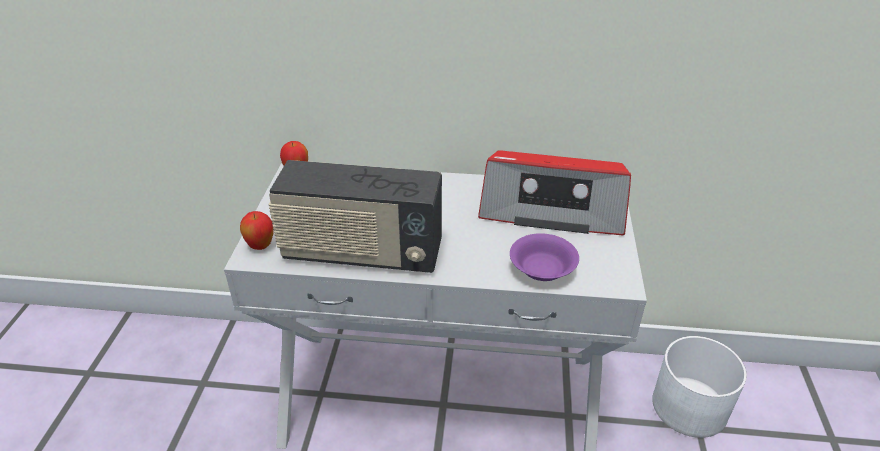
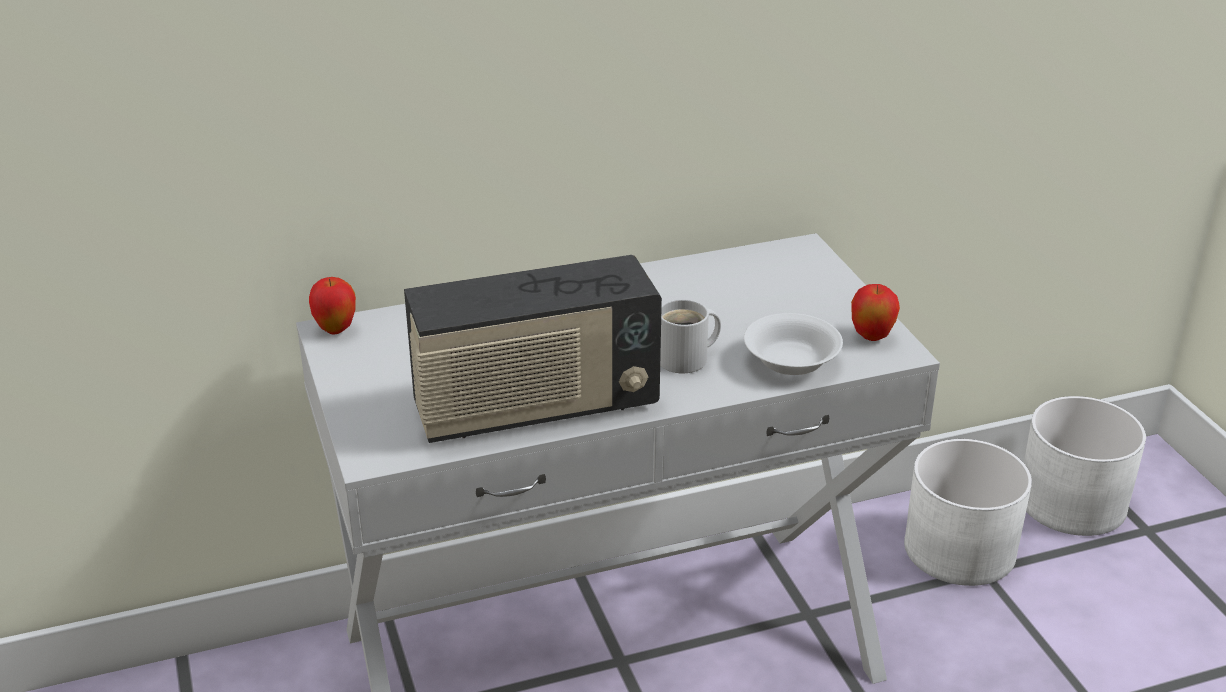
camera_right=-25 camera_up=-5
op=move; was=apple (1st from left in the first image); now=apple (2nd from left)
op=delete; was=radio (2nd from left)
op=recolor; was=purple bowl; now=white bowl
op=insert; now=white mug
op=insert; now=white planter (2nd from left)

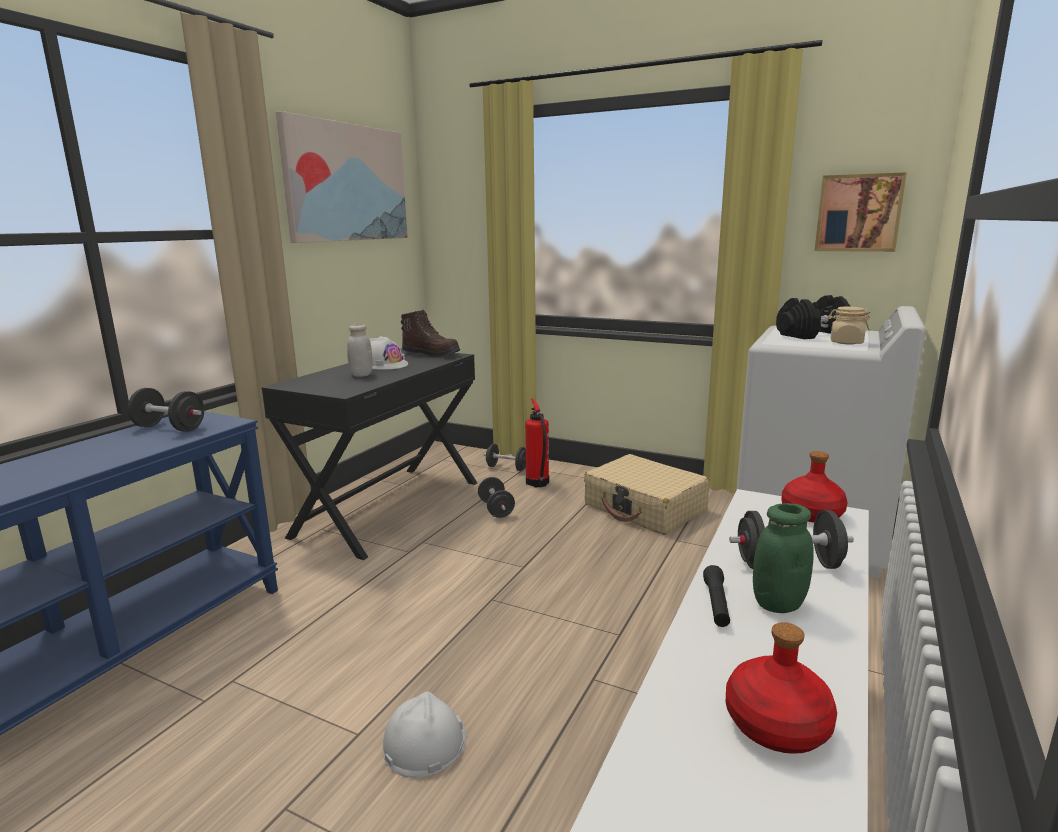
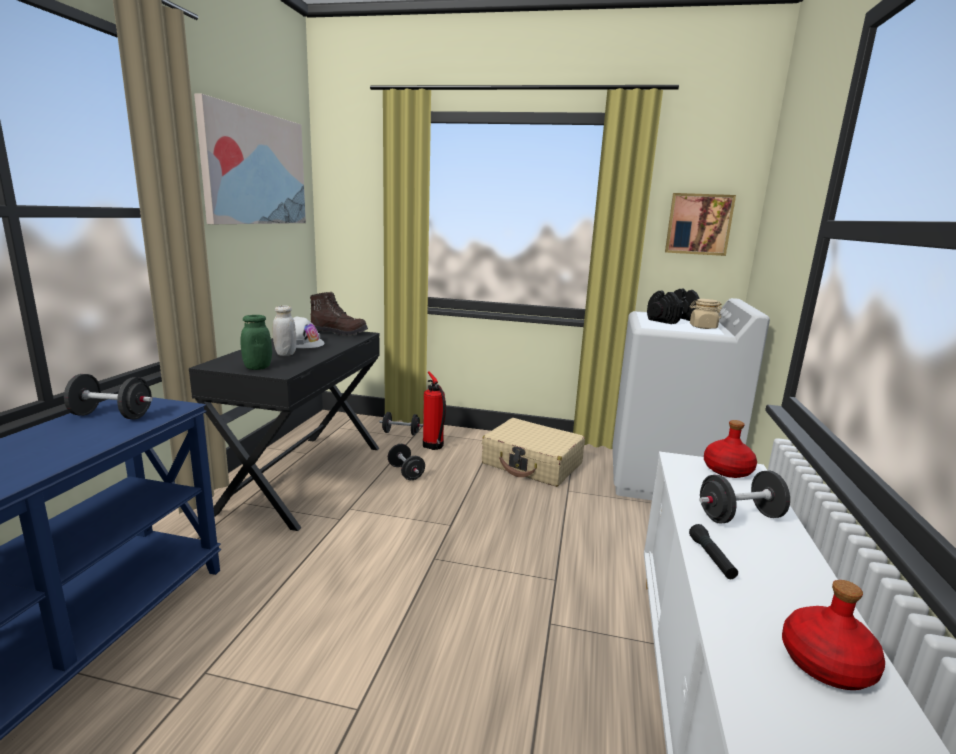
camera_right=-15 camera_up=0
op=delete; was=white hard hat (2nd from left)
op=move; was=green jar

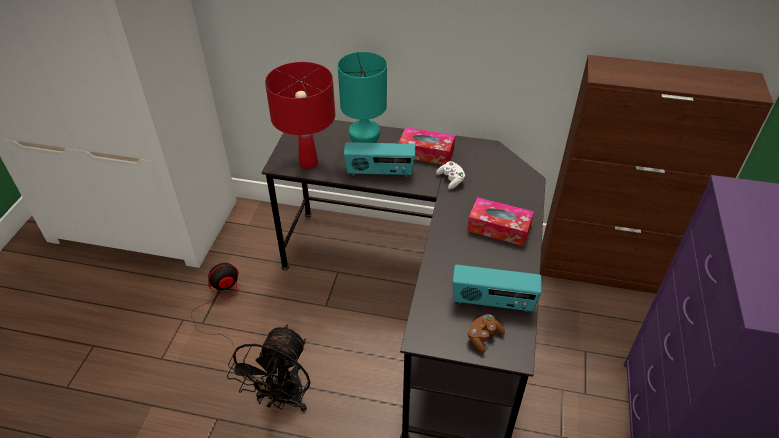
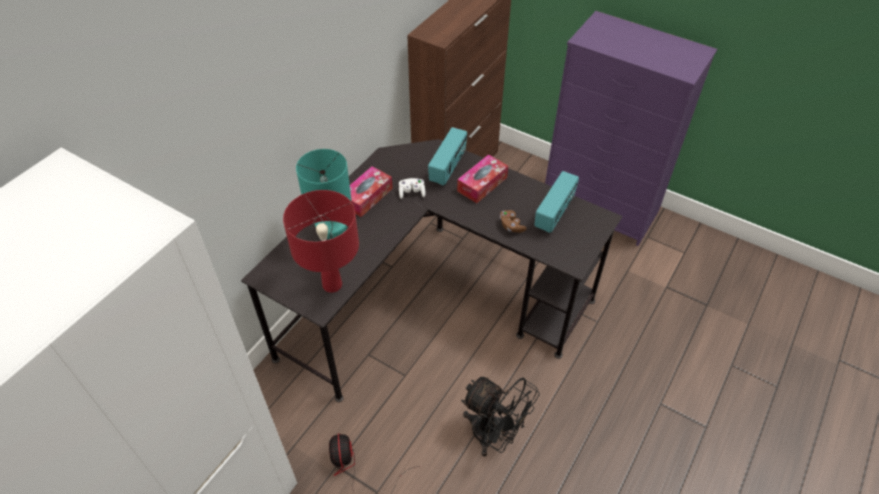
camera_right=-70 camera_up=5
op=move; was=radio (1st from left)
op=move; was=brown game controller

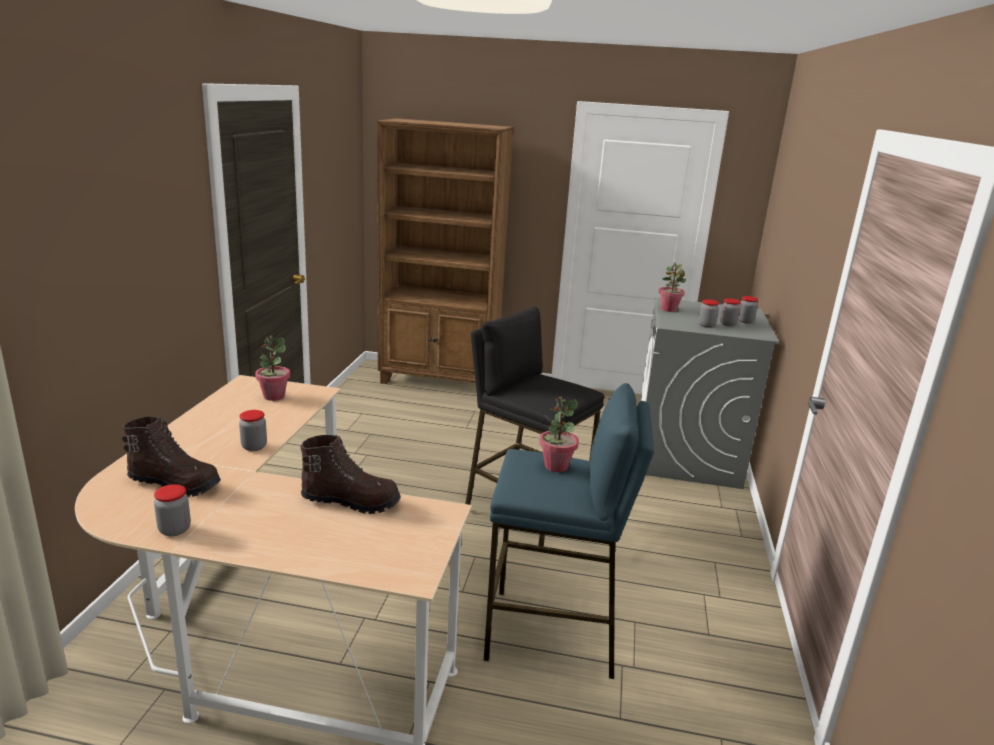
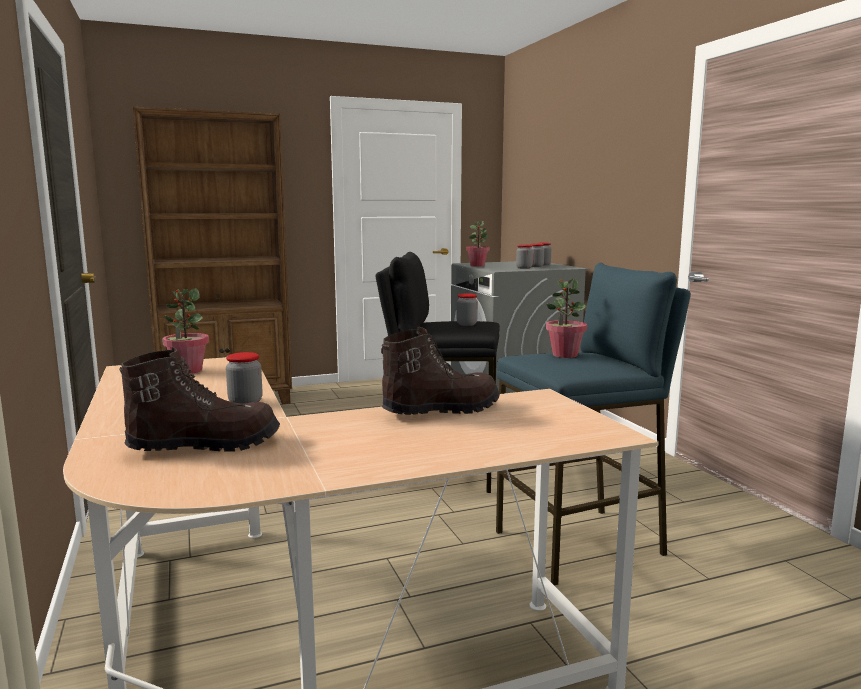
camera_right=-30 camera_up=-10
op=move; was=jar (1st from left in the first image); now=jar (2nd from left)

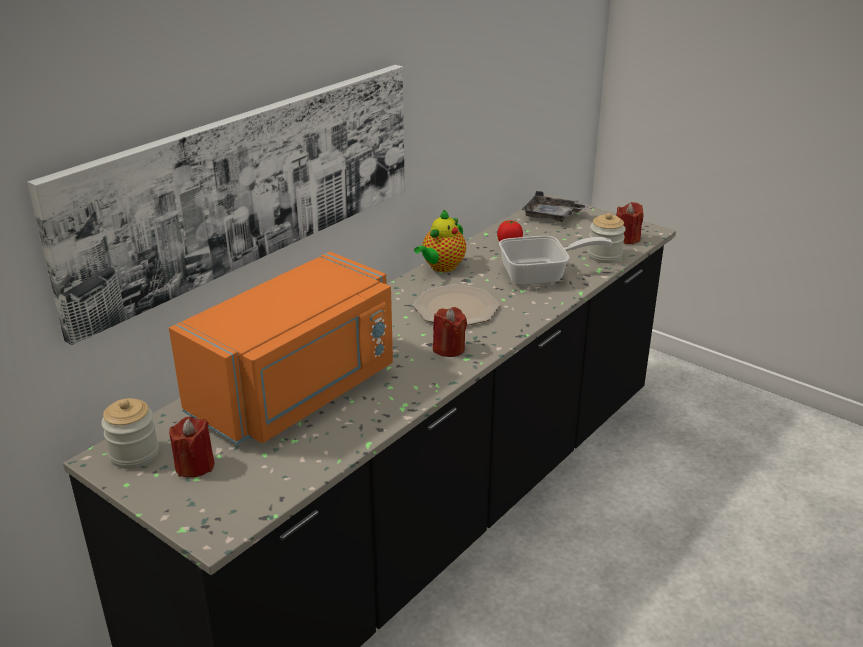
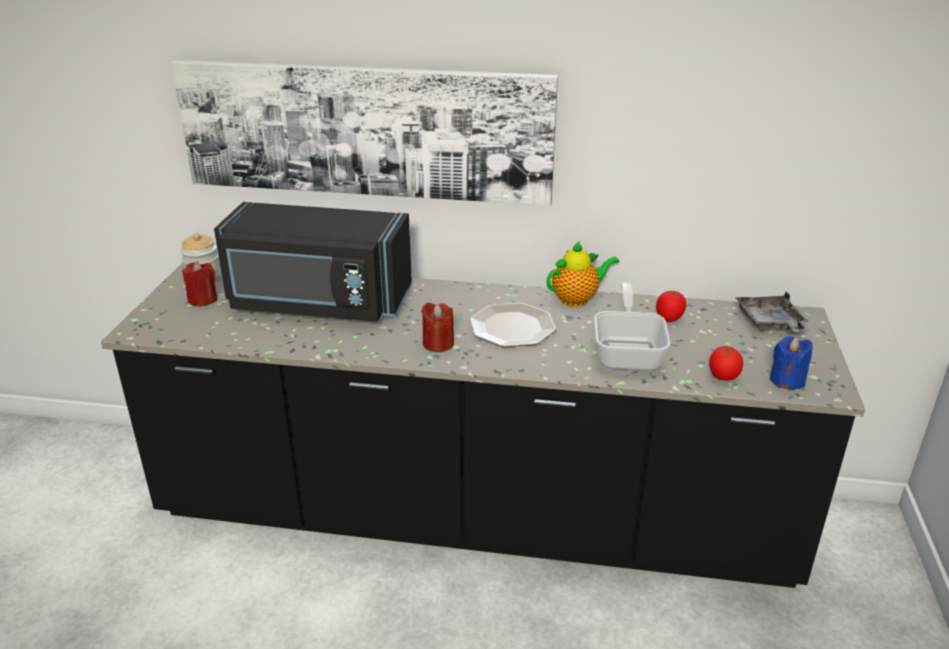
camera_right=60 camera_up=0
op=recolor; was=orange microwave; now=black microwave
op=rotate; was=teapot; clockwise=150
op=rotate; was=frying pan; clockwise=-135
op=replace; was=jar (2nd from left); now=tomato (2nd from left)
op=recolor; was=red candle (3rd from left); now=blue candle

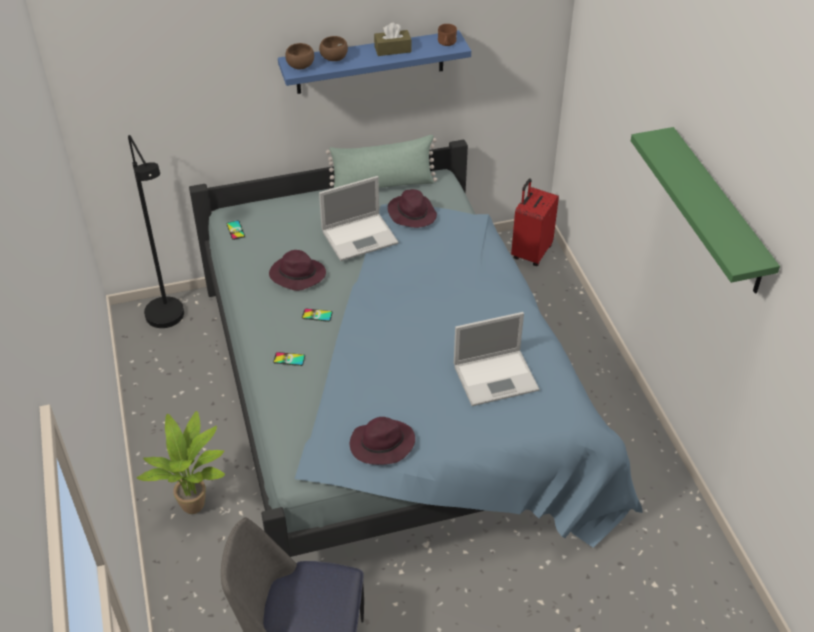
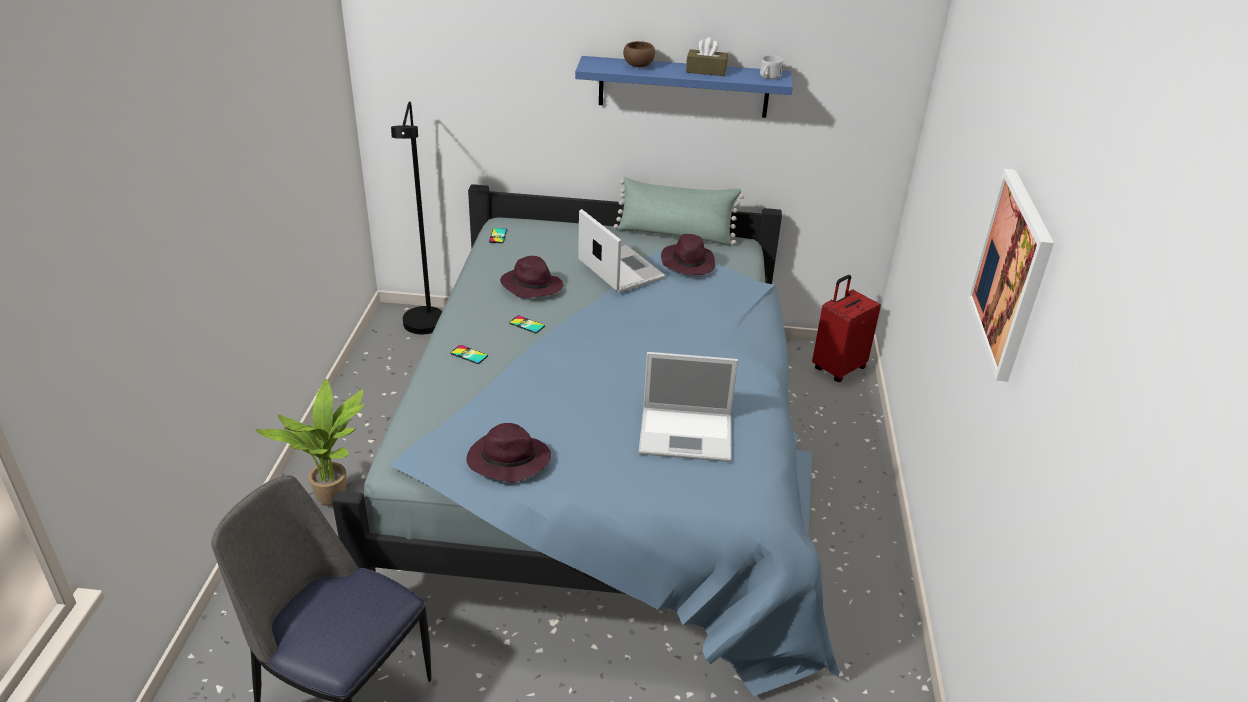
camera_right=20 camera_up=-10
op=delete; was=brown bowl (1st from left)
op=rotate; was=laptop (1st from left); clockwise=-120
op=recolor; was=brown mug; now=white mug
op=replace; was=green shelf; now=picture

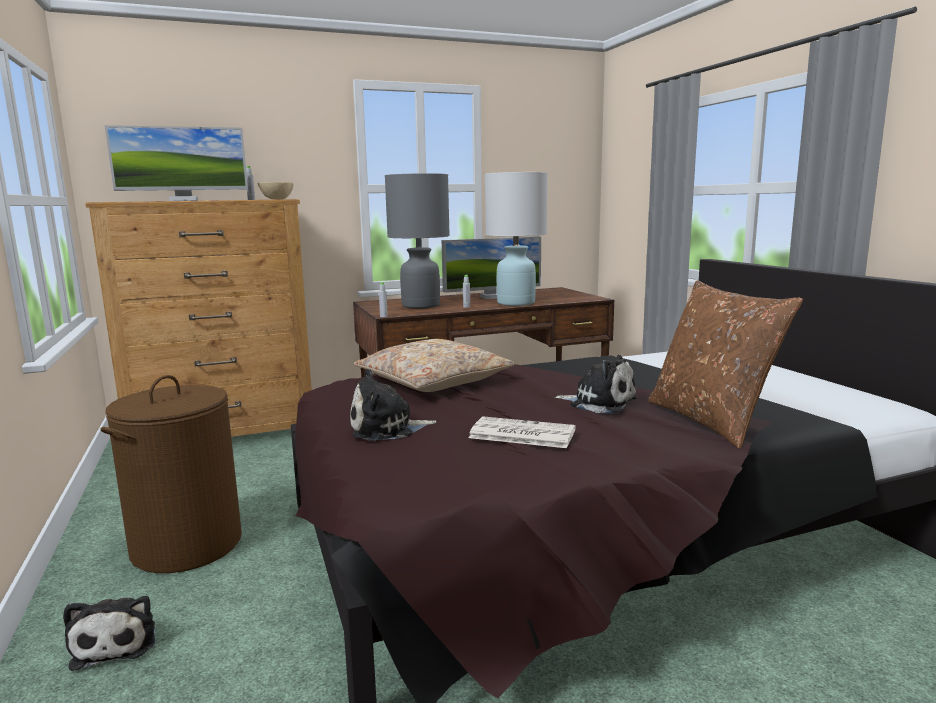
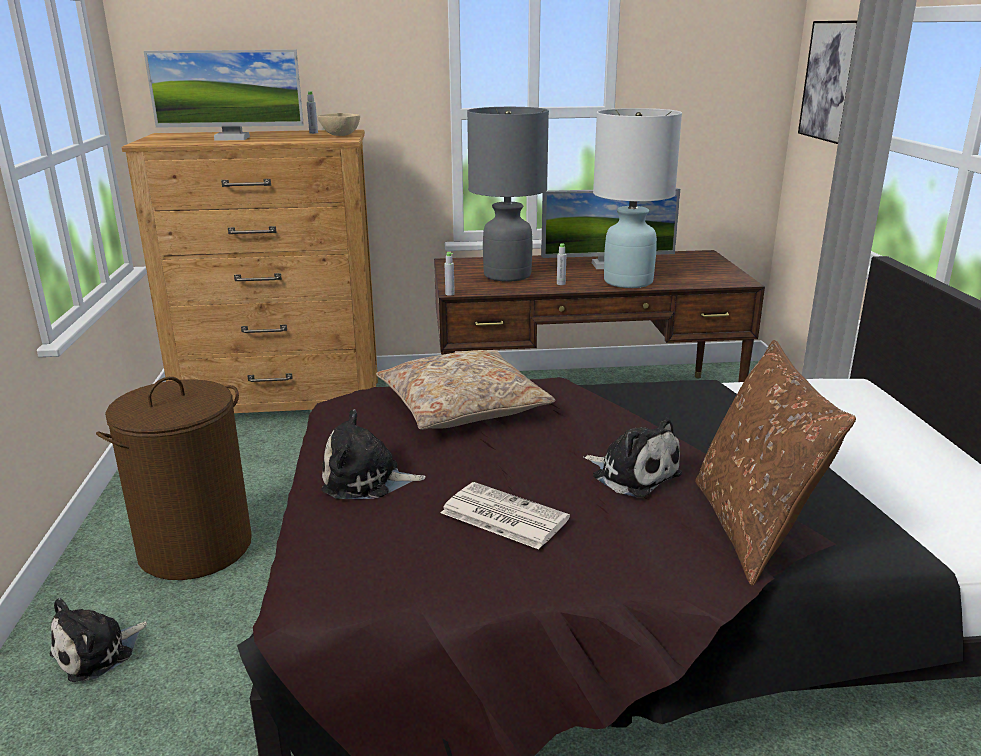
camera_right=15 camera_up=10
op=rotate; was=plush toy (1st from left); clockwise=45
op=insert; now=picture

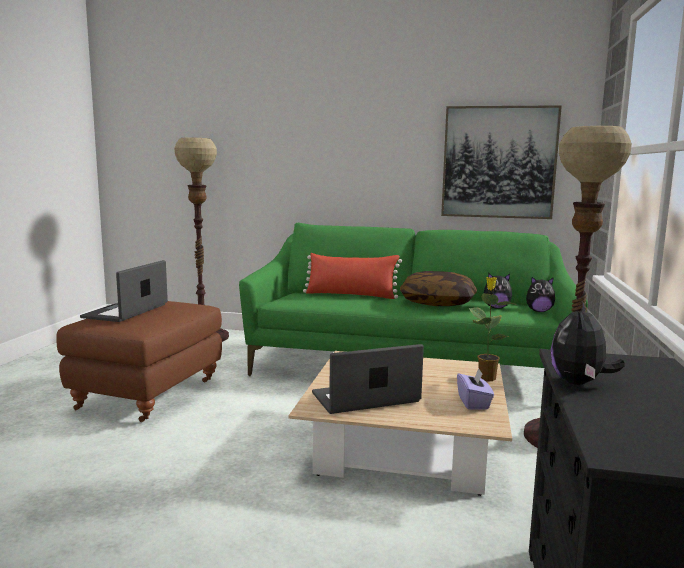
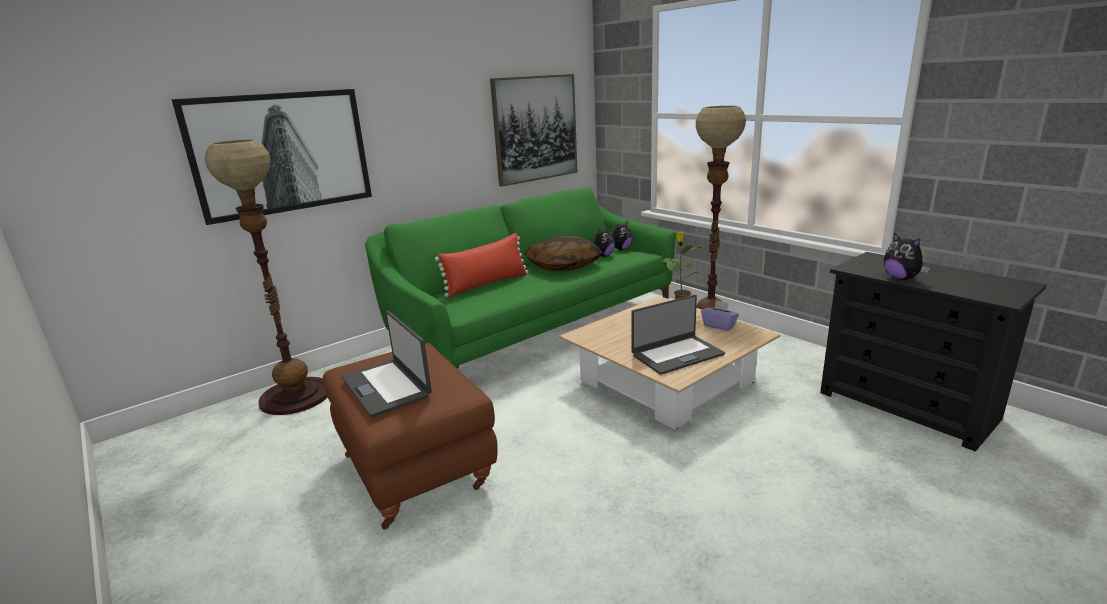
camera_right=-50 camera_up=10
op=rotate; was=laptop (2nd from left); clockwise=-135
op=insert; now=picture (1st from left)

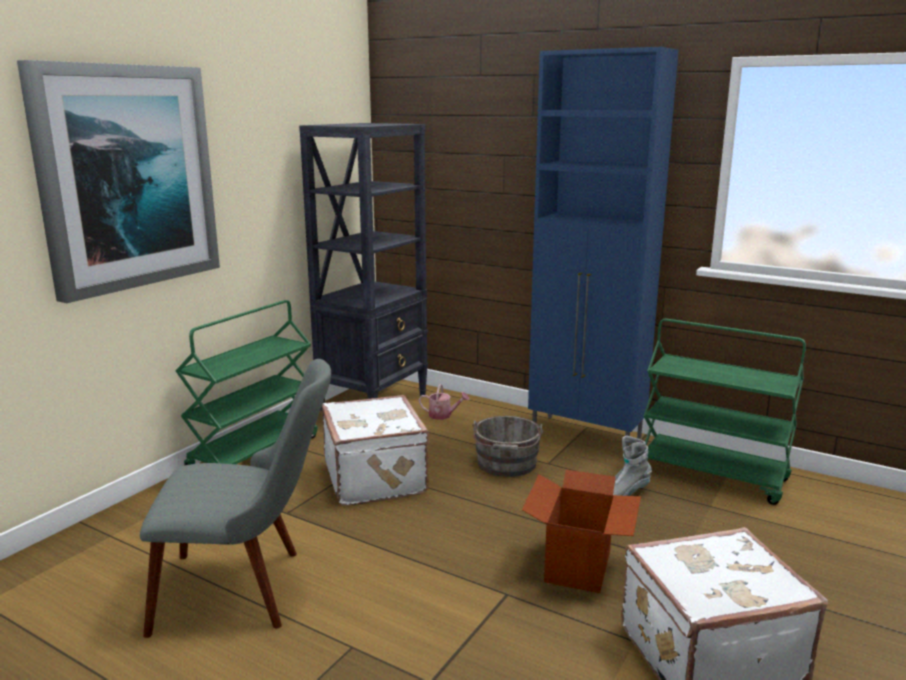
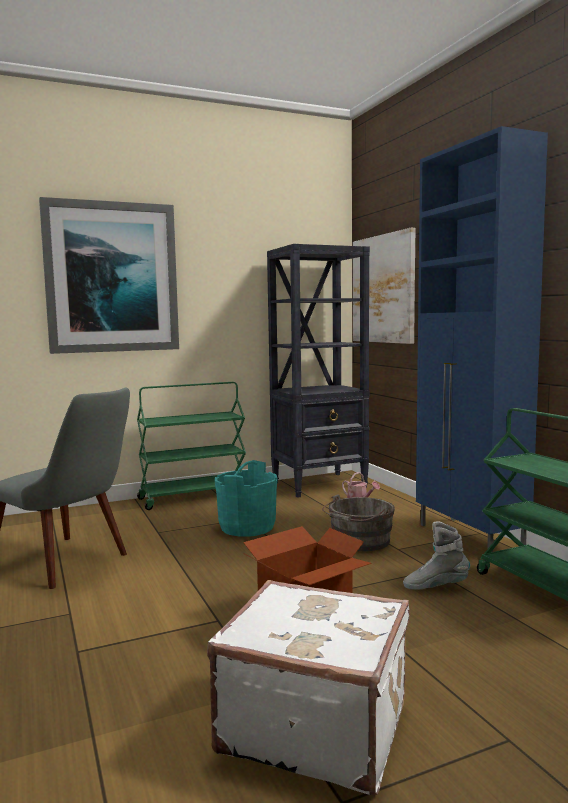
camera_right=35 camera_up=-10
op=replace; was=white suitcase (1st from left); now=turquoise bucket
op=insert; now=picture (2nd from left)

